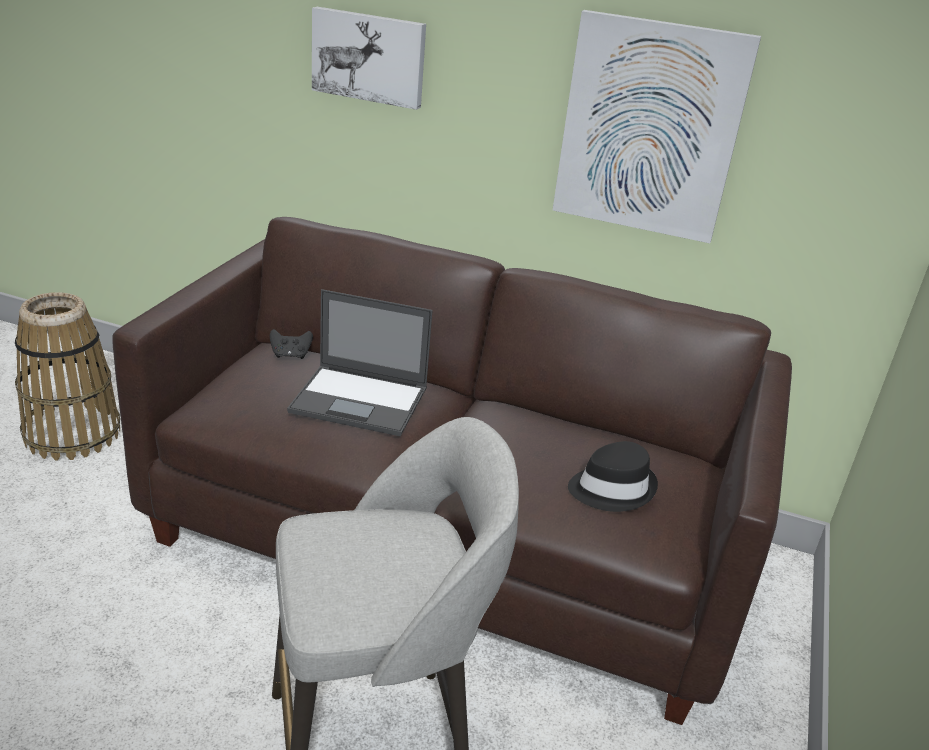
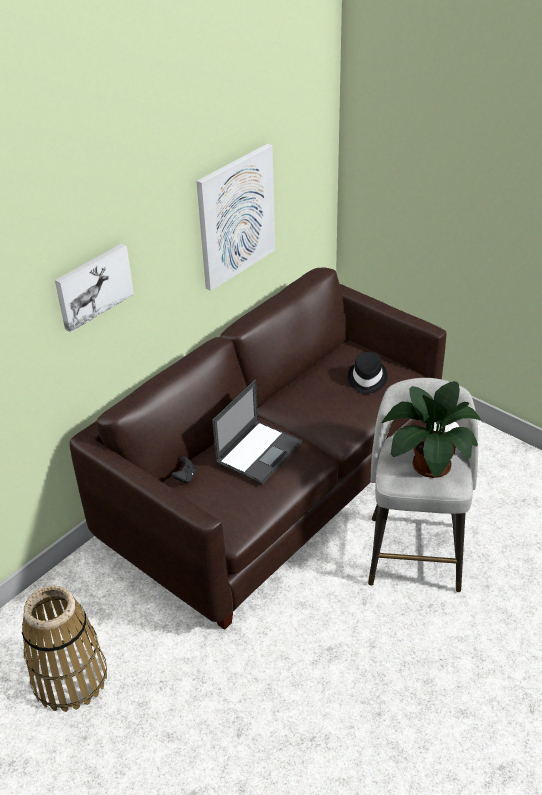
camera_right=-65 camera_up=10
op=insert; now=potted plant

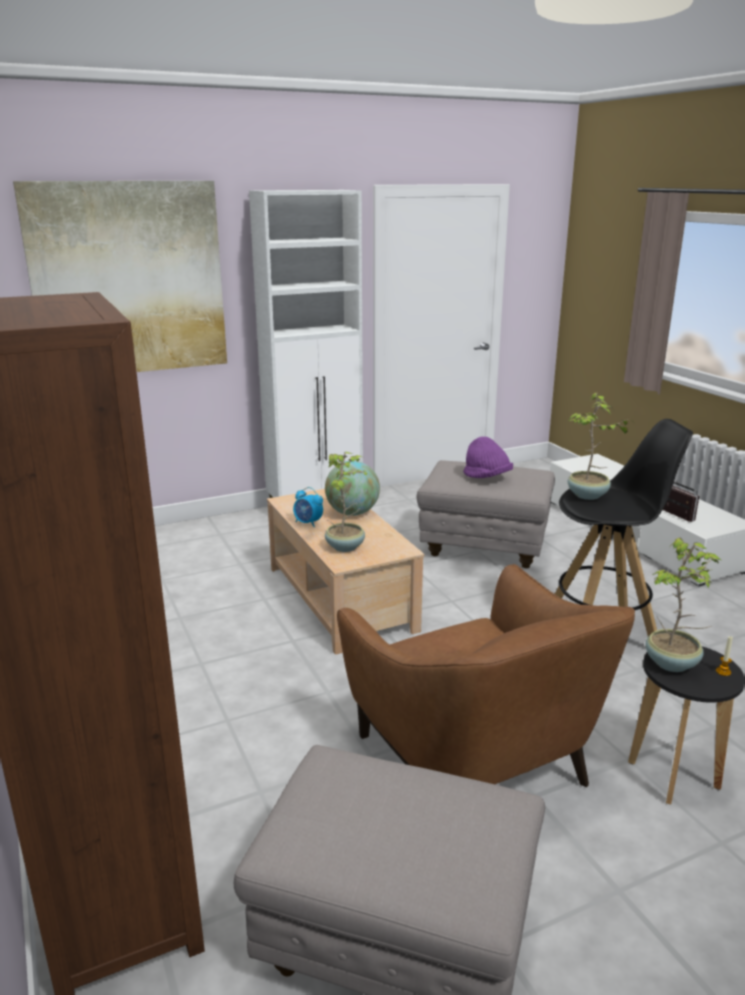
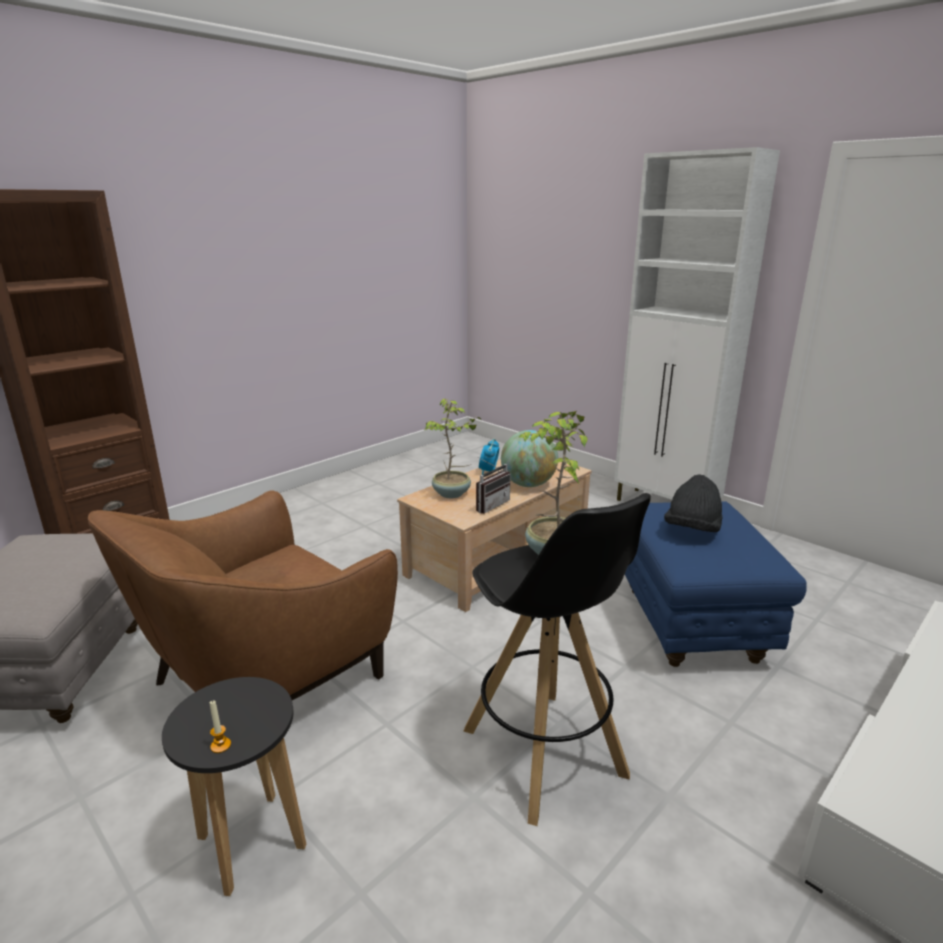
camera_right=70 camera_up=0
op=delete; was=picture
op=recolor; was=grey ottoman (2nd from left); now=blue ottoman
op=recolor; was=purple hat; now=black hat
op=delete; was=potted plant (3rd from left)
op=move; was=radio

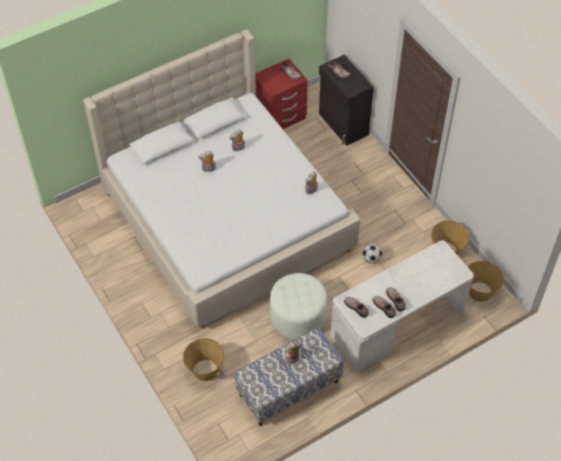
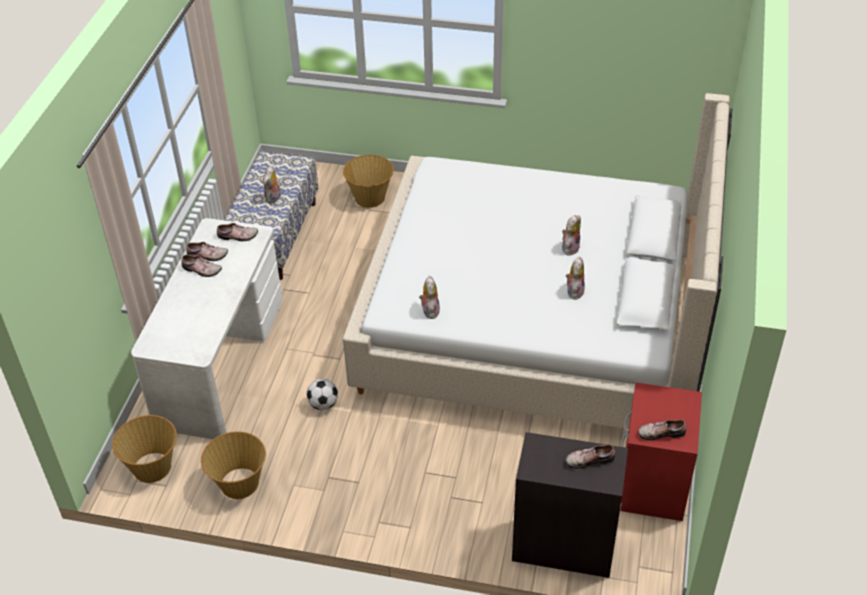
camera_right=135 camera_up=-10
op=delete; was=white ottoman

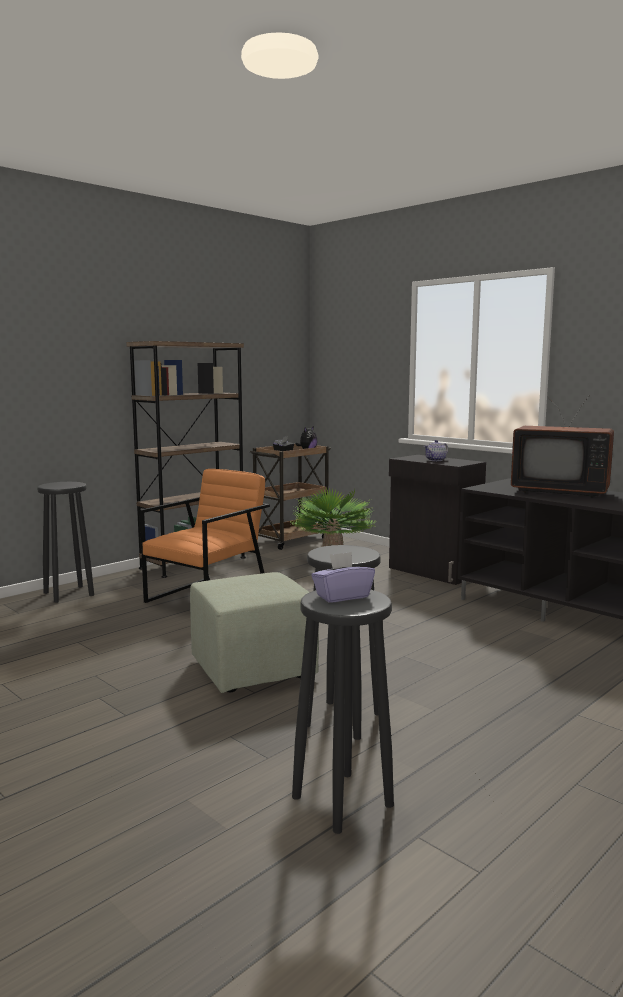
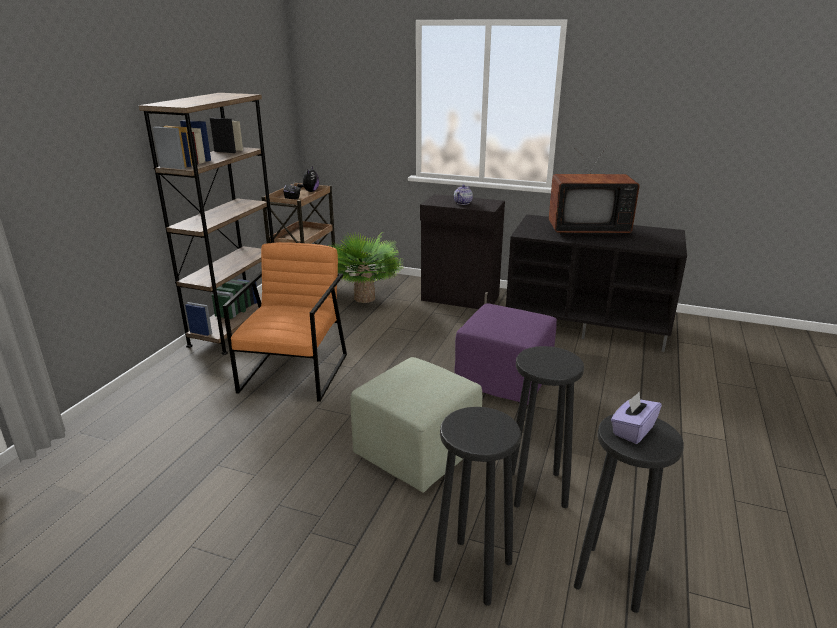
camera_right=-25 camera_up=15
op=move; was=black stool (1st from left)
op=insert; now=purple ottoman

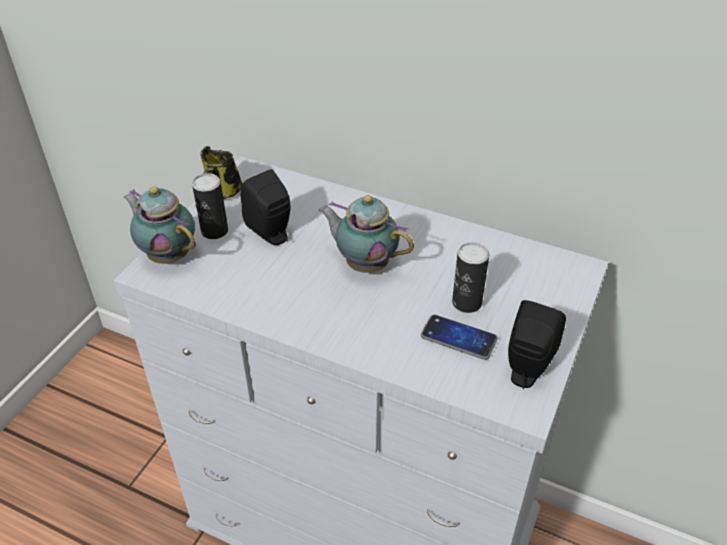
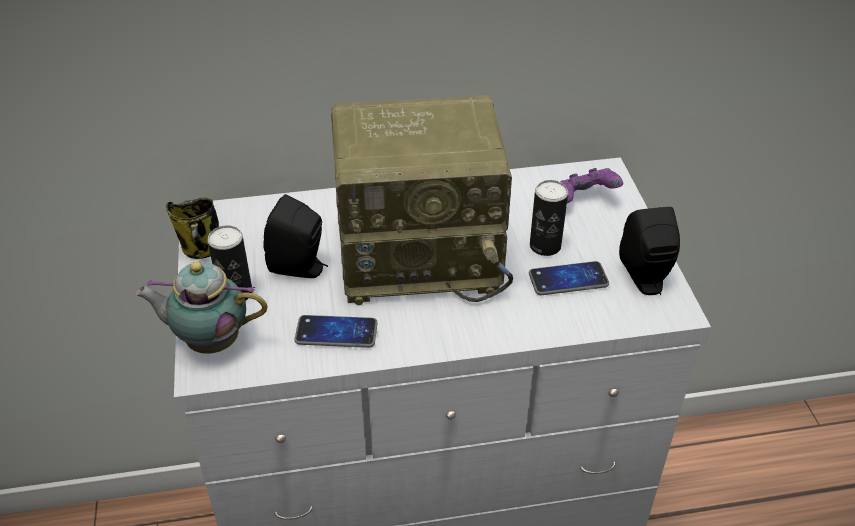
camera_right=-35 camera_up=0
op=replace; was=teapot (2nd from left); now=radio
op=insert; now=phone (1st from left)
op=insert; now=purple game controller

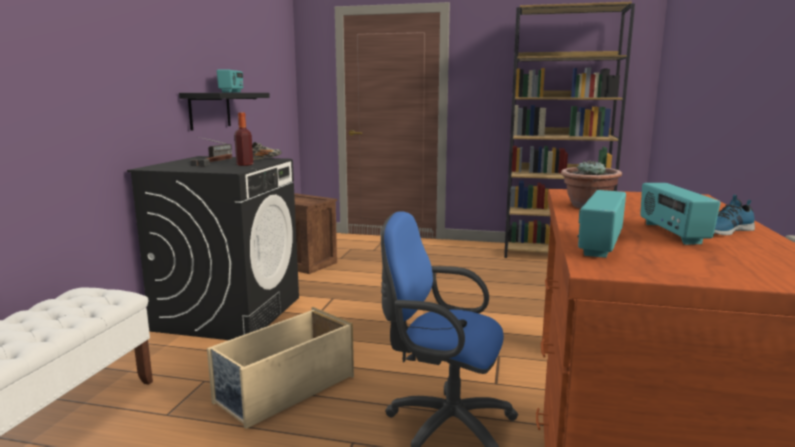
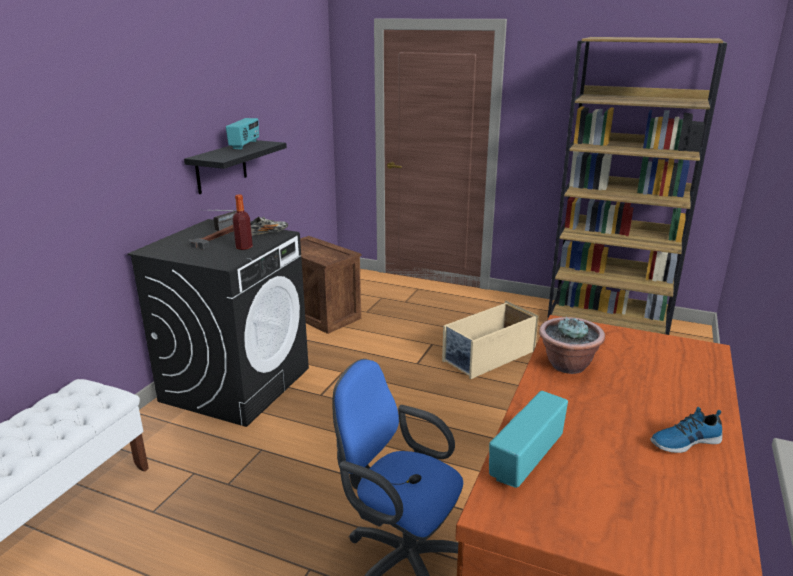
camera_right=10 camera_up=10
op=move; was=beige storage box
op=delete; was=radio (4th from left)

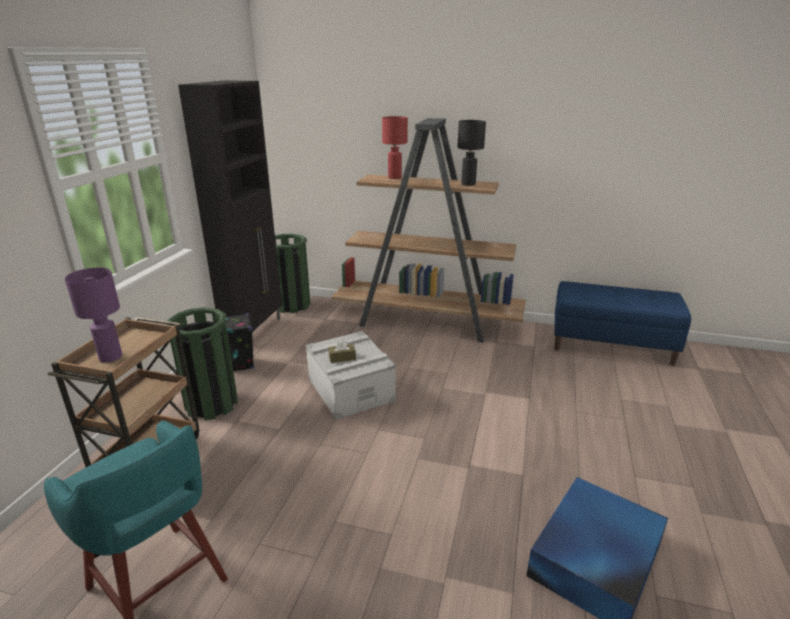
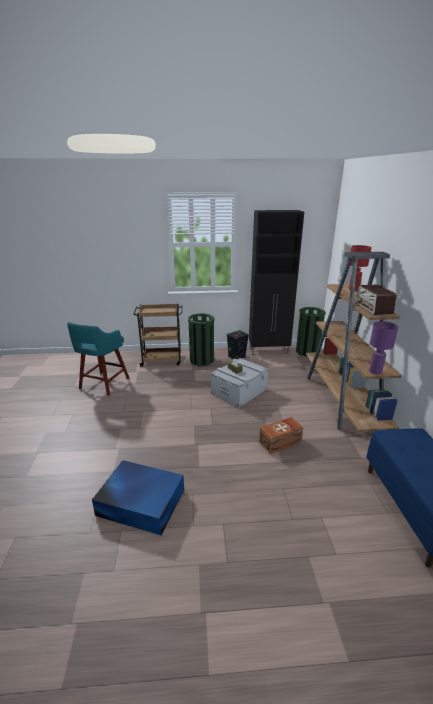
camera_right=70 camera_up=0
op=move; was=purple table lamp
op=replace; was=black table lamp; now=radio
op=insert; now=brown storage box

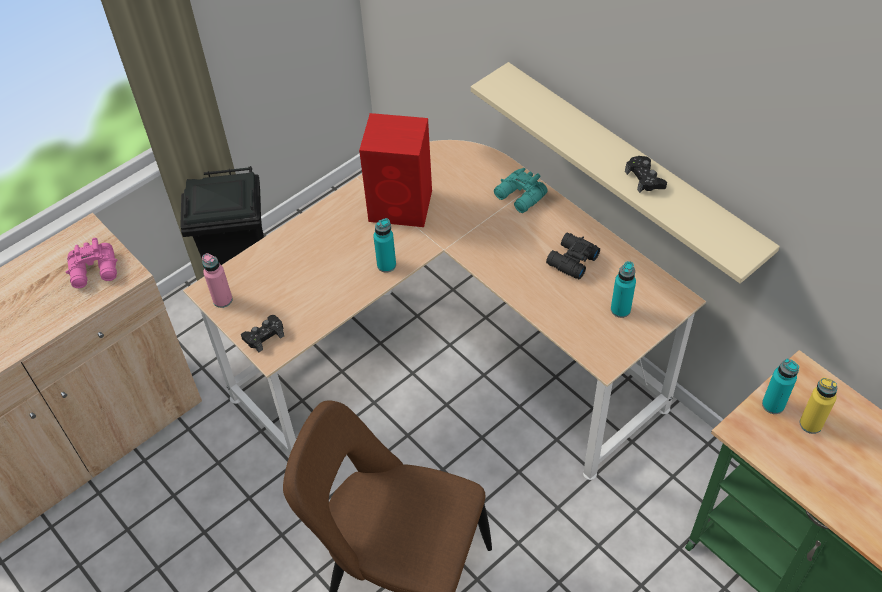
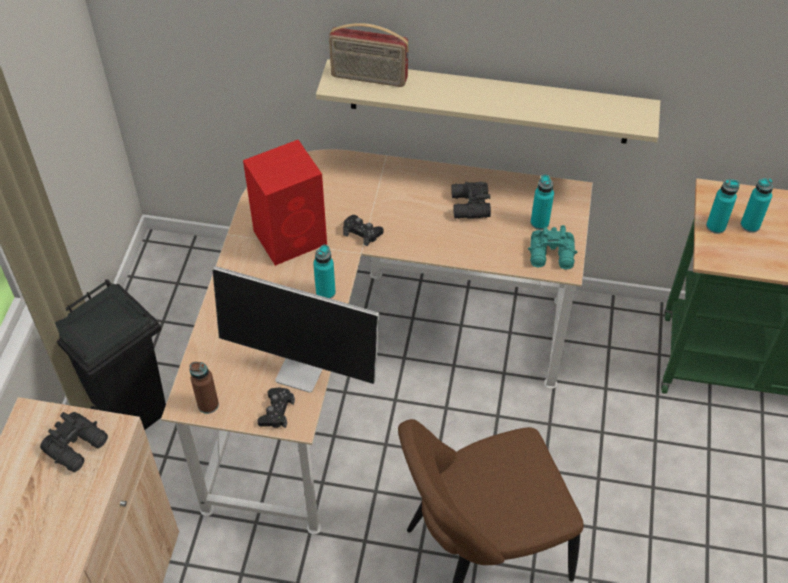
camera_right=-40 camera_up=0
op=recolor; was=pink binoculars; now=black binoculars (1st from left)
op=recolor; was=pink bottle; now=brown bottle
op=move; was=turquoise binoculars
op=move; was=black game controller (2nd from left)
op=recolor; was=yellow bottle; now=turquoise bottle (4th from left)
op=insert; now=monitor
op=insert; now=radio

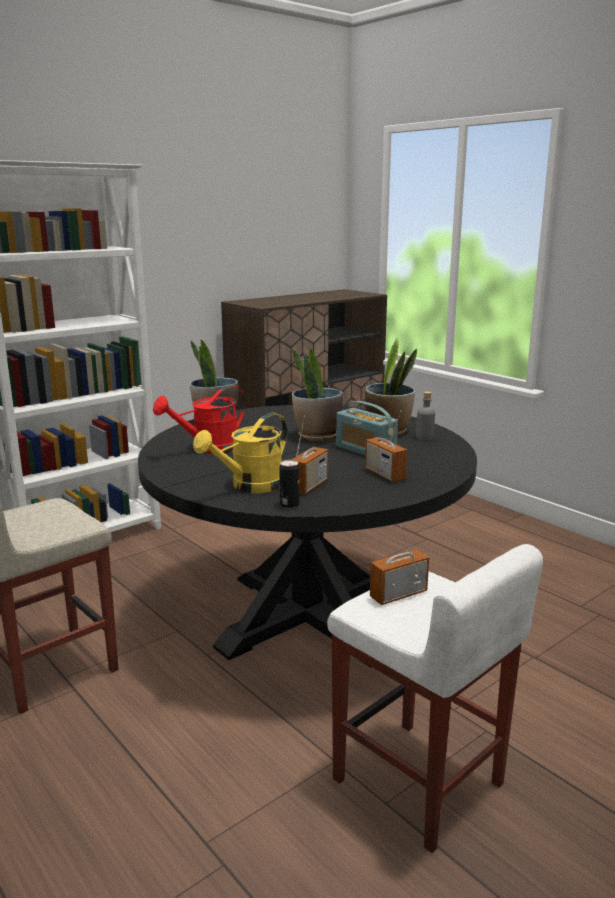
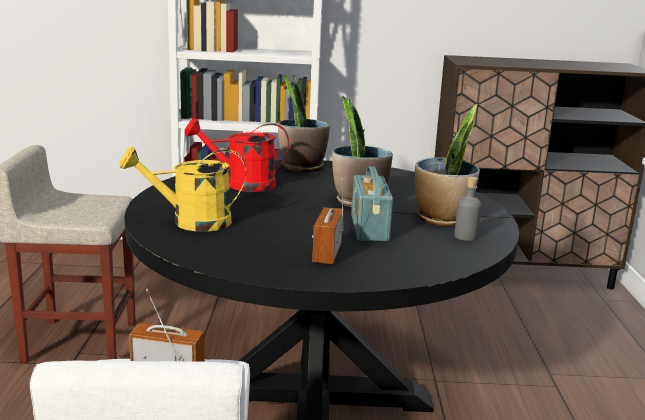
camera_right=40 camera_up=0
op=delete; was=can
op=delete; was=radio (1st from left)

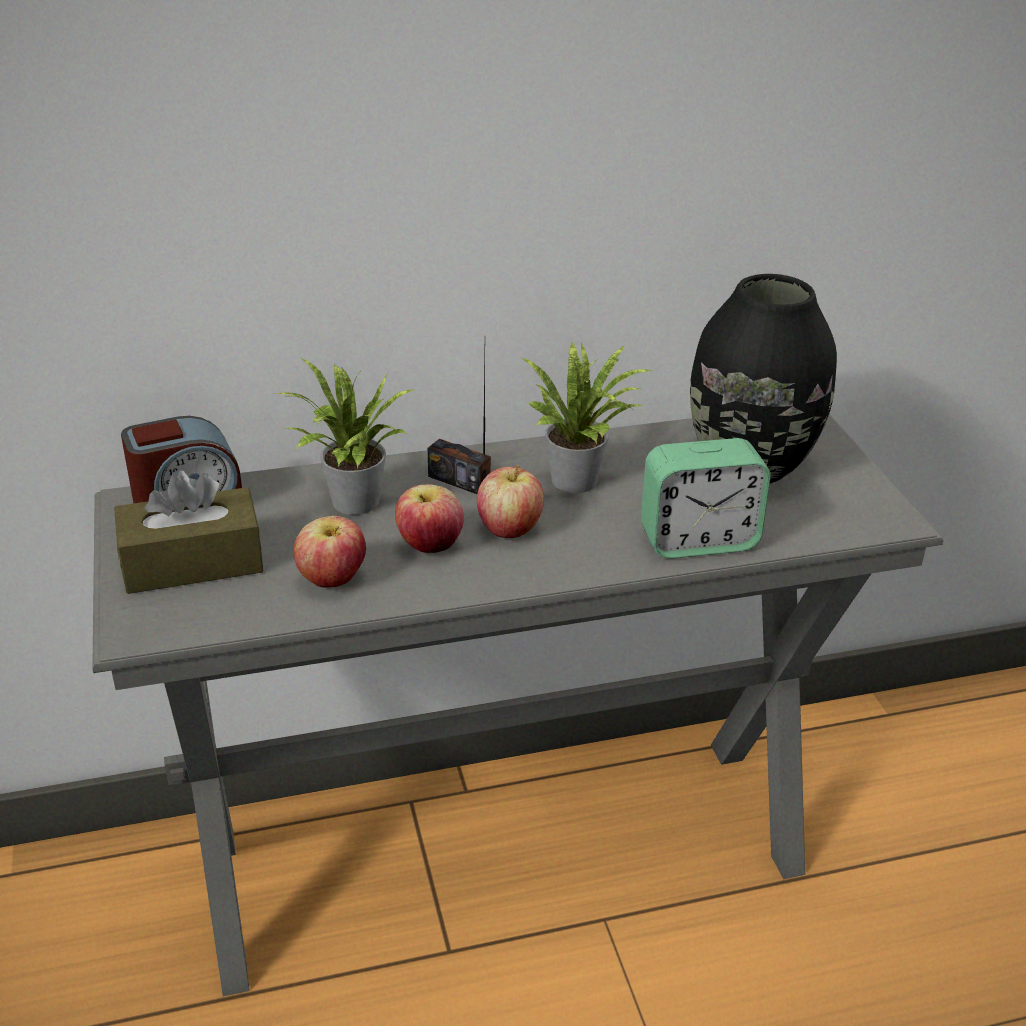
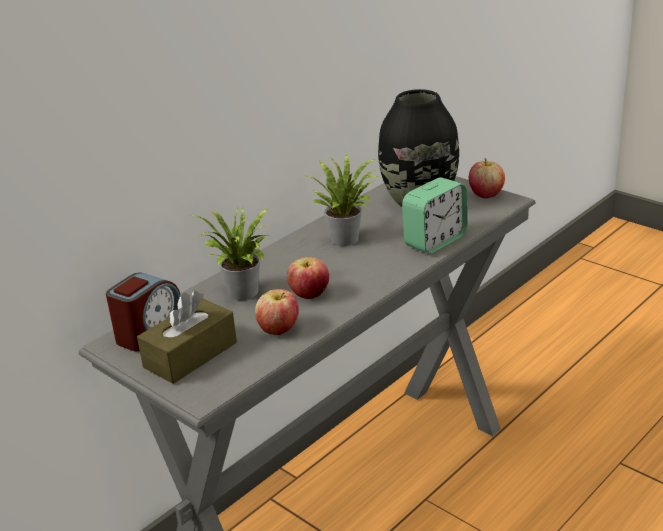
camera_right=-30 camera_up=-5
op=delete; was=radio
op=move; was=apple (3rd from left)

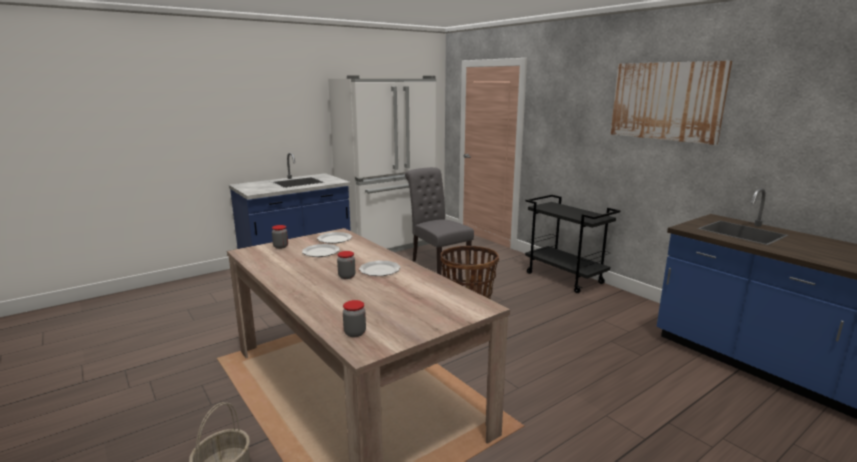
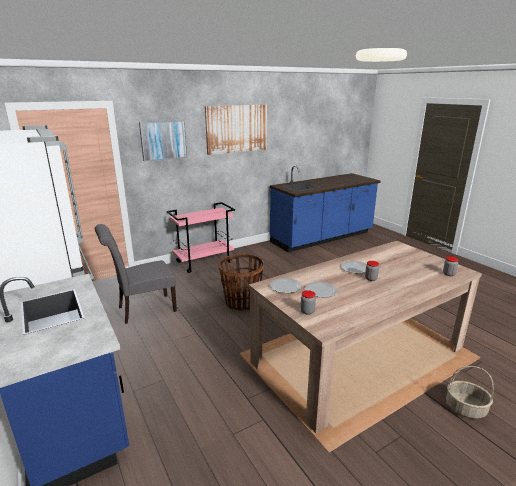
camera_right=-85 camera_up=5
op=recolor; was=black cart; now=pink cart
op=insert; now=picture (1st from left)

